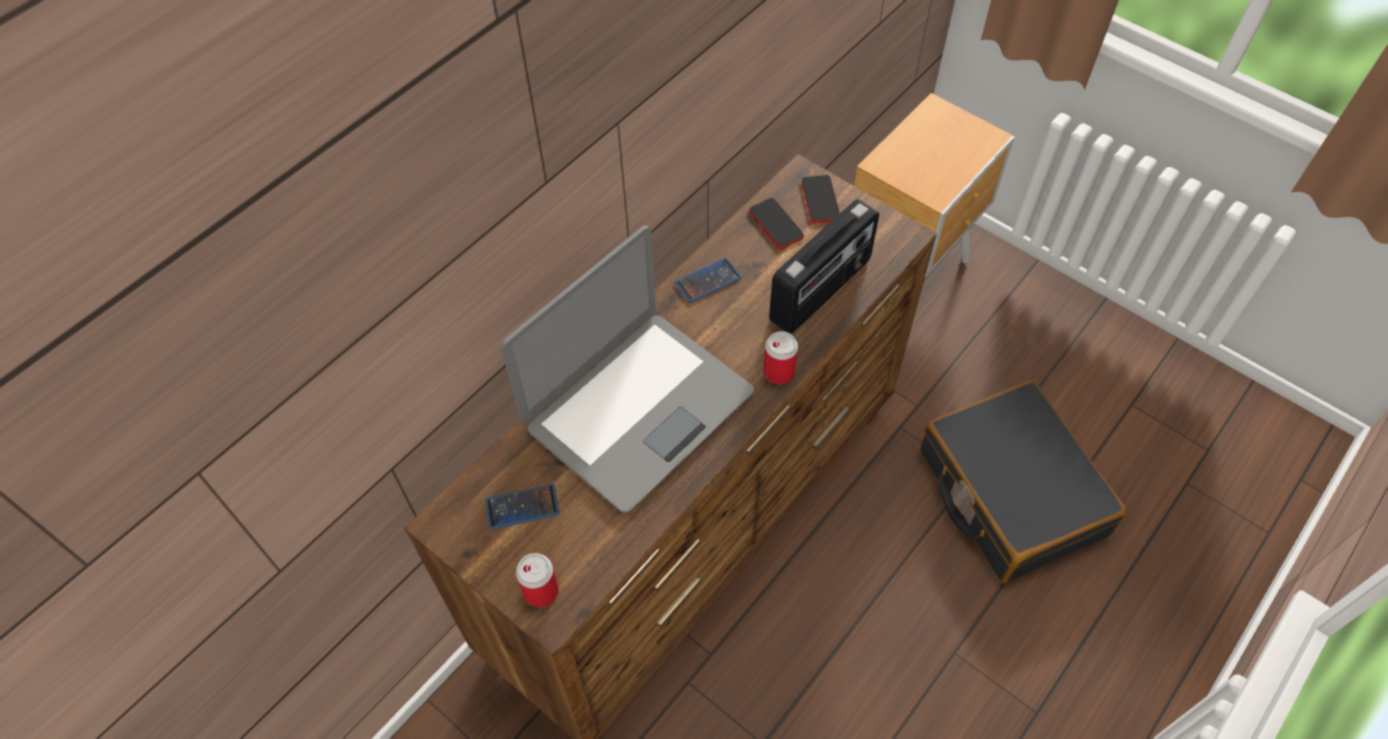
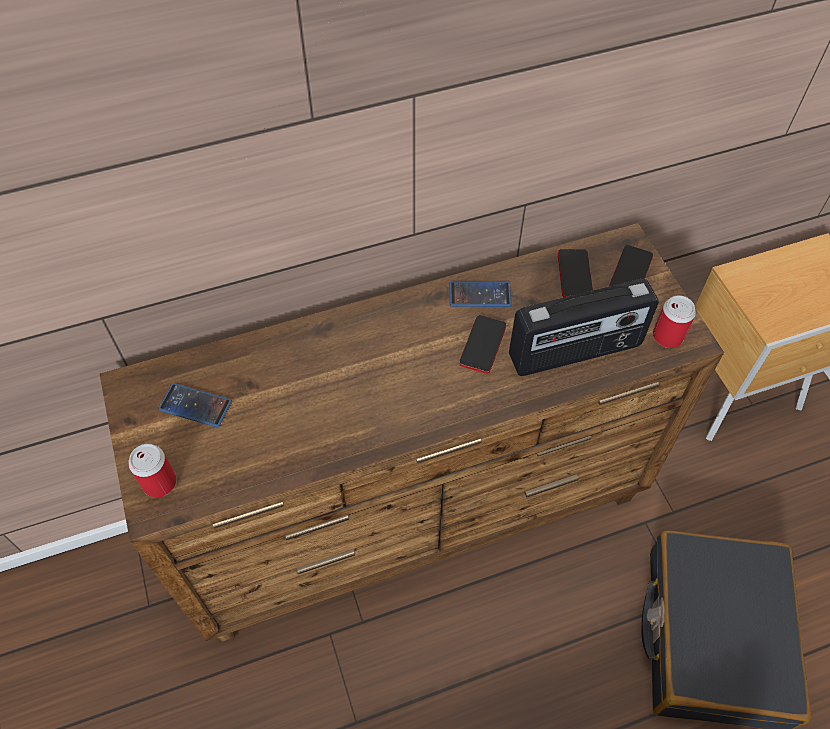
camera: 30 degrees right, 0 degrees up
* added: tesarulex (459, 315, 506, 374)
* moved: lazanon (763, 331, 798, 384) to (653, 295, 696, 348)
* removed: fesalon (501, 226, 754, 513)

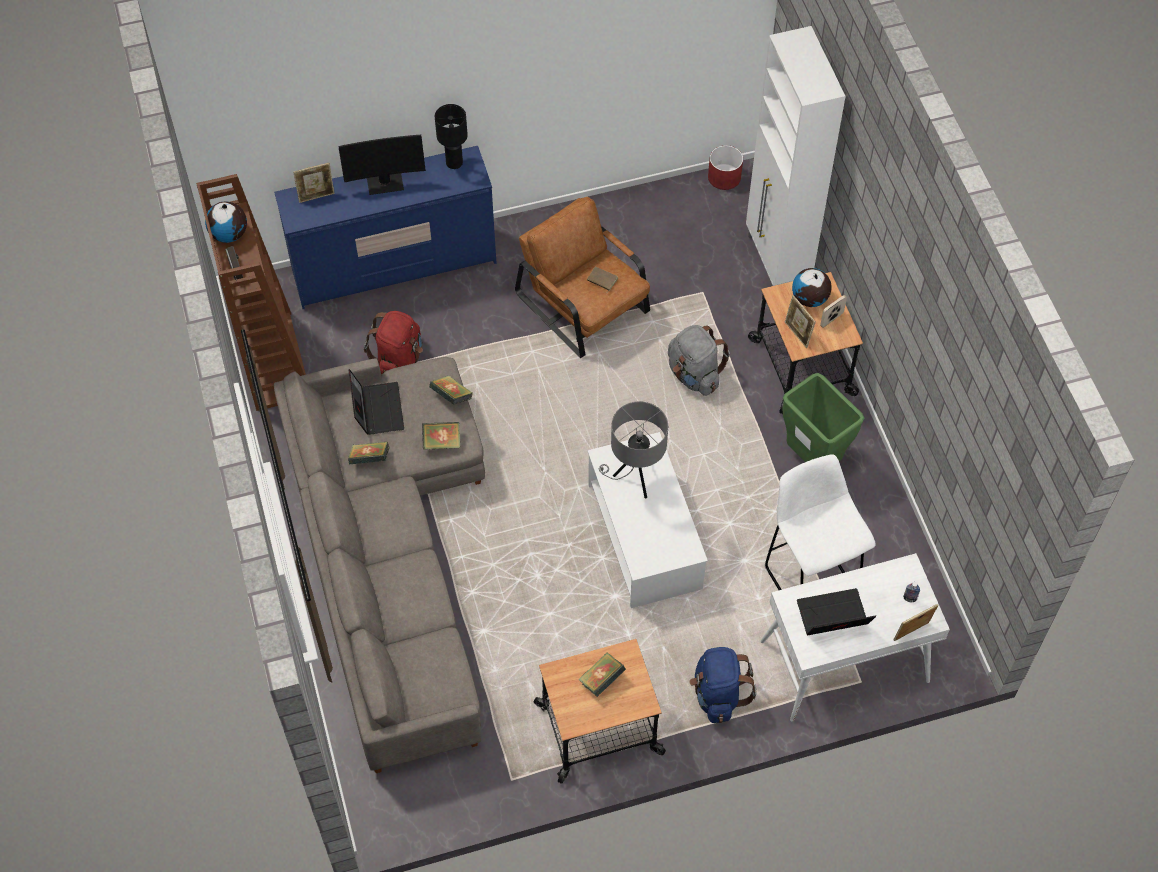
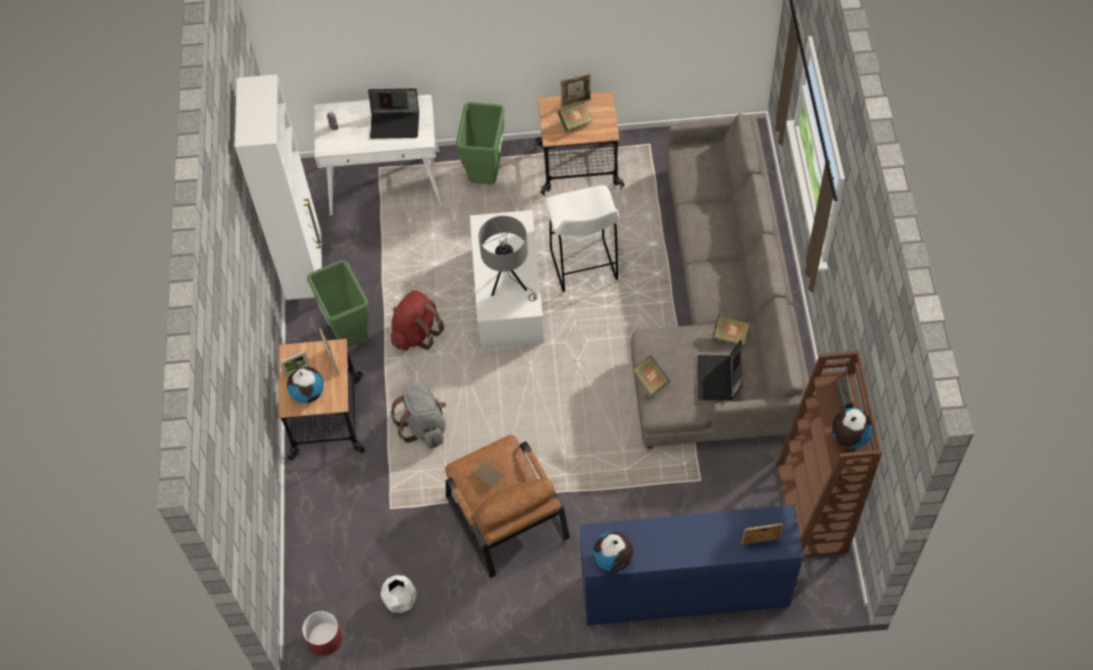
camera: 165 degrees left, 0 degrees up
* moved: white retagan (746, 26, 846, 286) to (235, 74, 322, 307)
* added: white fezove (380, 575, 417, 613)
* moved: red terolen (364, 311, 423, 375) to (391, 290, 444, 351)
* replaced: blue terolen (689, 647, 757, 723) to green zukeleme (456, 102, 505, 185)
* moved: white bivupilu (765, 454, 876, 590) to (544, 185, 619, 293)
* moved: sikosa (893, 604, 938, 641) to (560, 73, 591, 107)
* replaced: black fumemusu (435, 104, 468, 169) to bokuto (593, 531, 633, 572)
* removed: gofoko (338, 135, 426, 195)
* removed: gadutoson (422, 422, 460, 450)

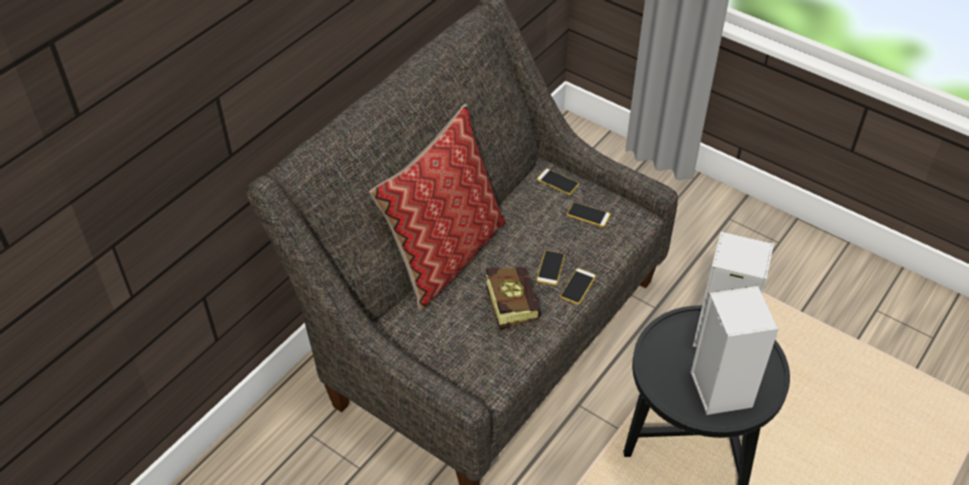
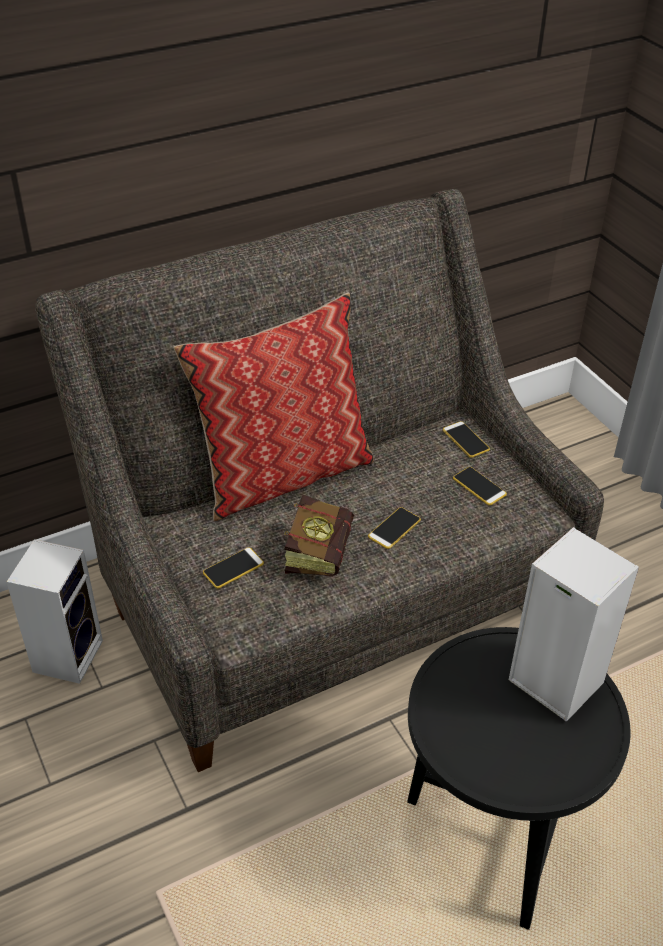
camera: 25 degrees right, 5 degrees down
* moved: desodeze (690, 286, 778, 415) to (7, 539, 103, 684)
* moved: tesarulex (560, 268, 596, 304) to (203, 547, 264, 589)

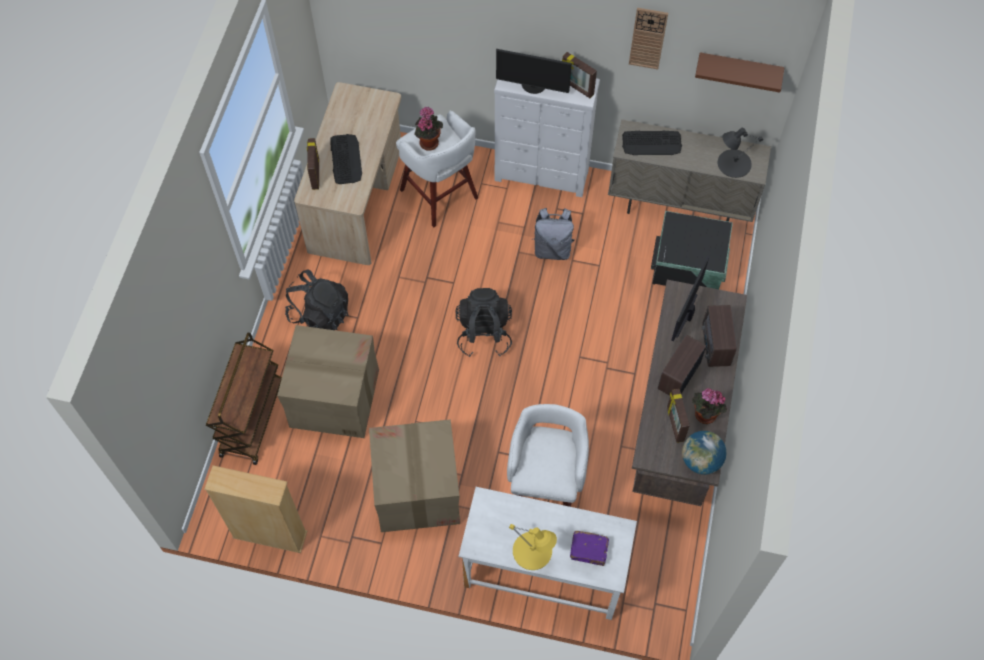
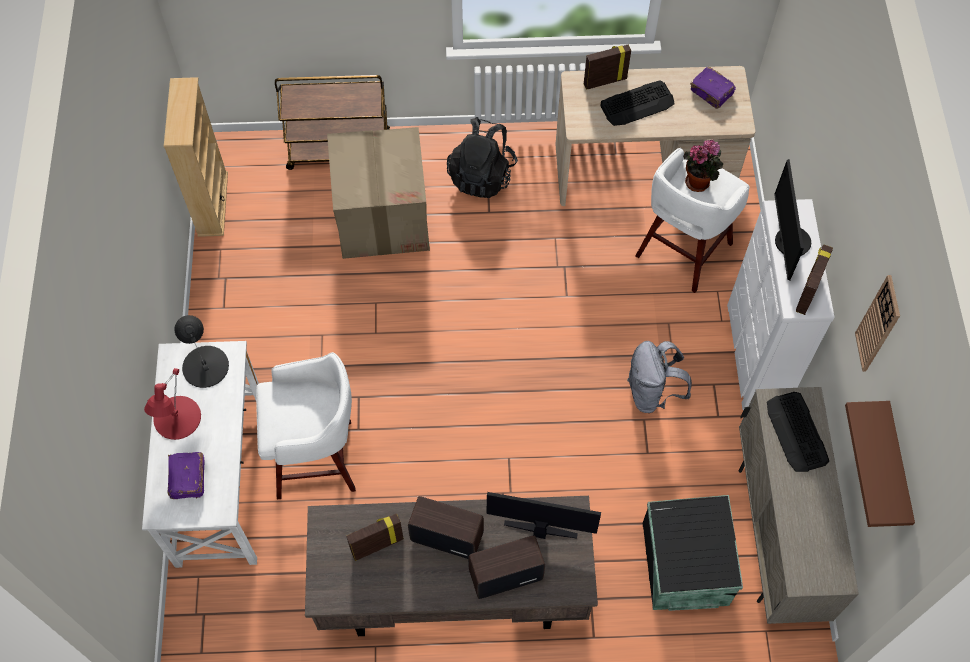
camera: 75 degrees right, 0 degrees up
* recoloured: yellow fumemusu (509, 524, 557, 570) to red fumemusu (144, 368, 201, 440)
* moved: black fumemusu (718, 128, 763, 178) to (174, 315, 229, 388)
* added: purple gadutoson (690, 67, 736, 109)
* removed: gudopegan (369, 419, 460, 532)
* removed: black terolen (455, 288, 512, 357)
* removed: bokuto (682, 431, 727, 475)
* removed: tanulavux (692, 388, 727, 424)

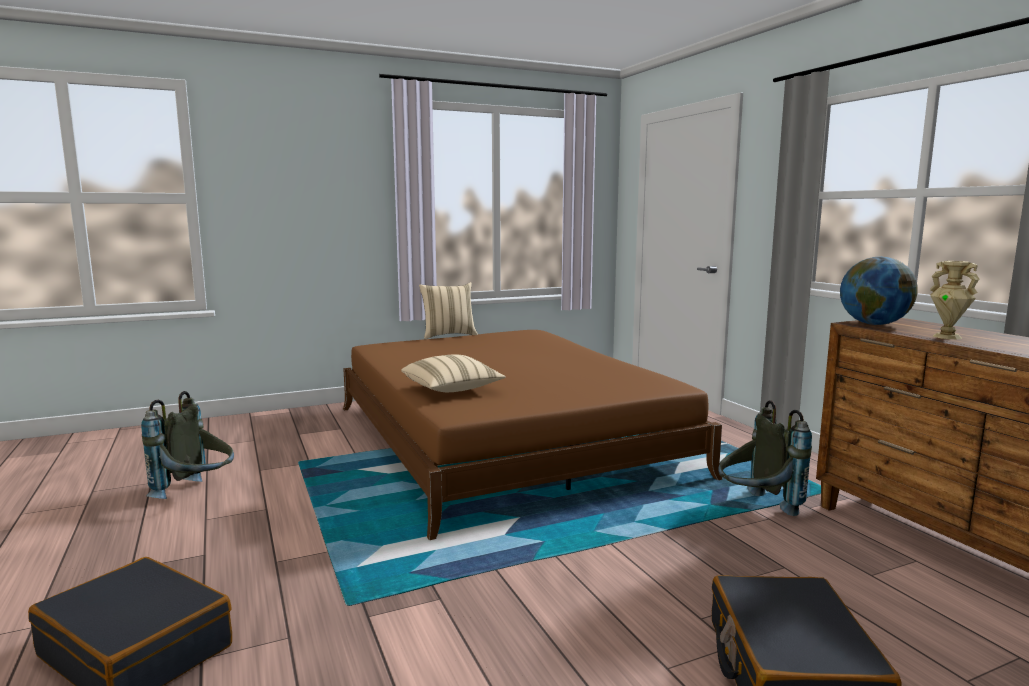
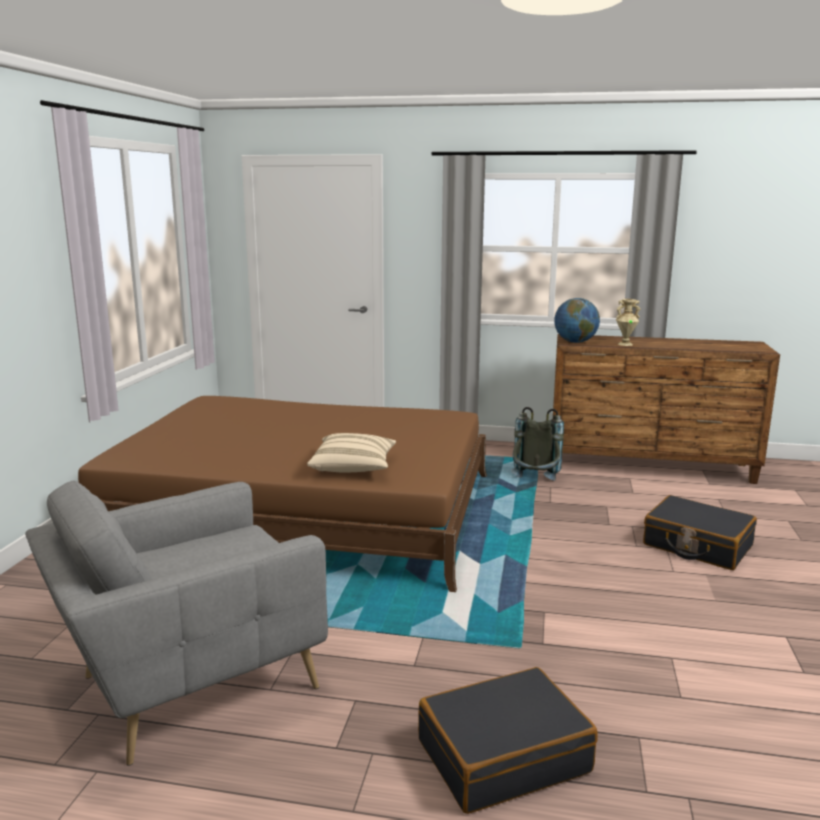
camera: 55 degrees left, 5 degrees up
* replaced: grey terolen (141, 391, 234, 499) to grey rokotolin (25, 480, 328, 765)
* removed: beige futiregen (419, 282, 478, 339)

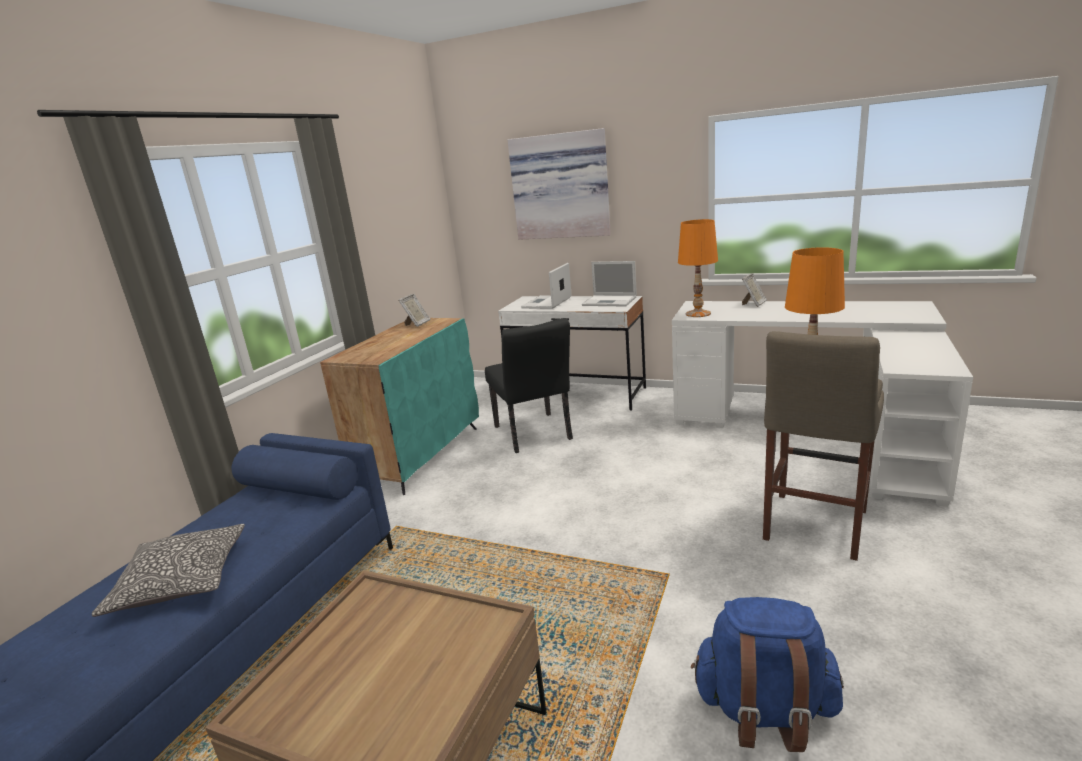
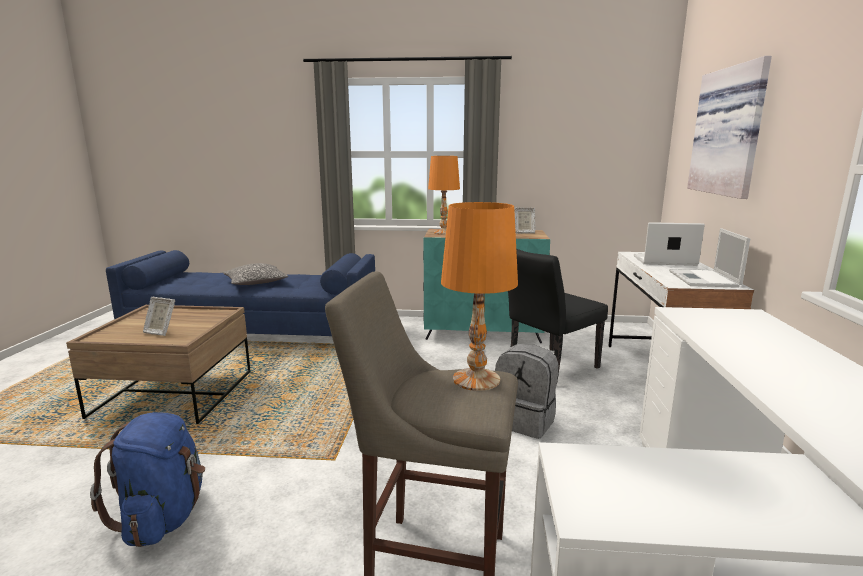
camera: 70 degrees right, 5 degrees down
* moved: sikosa (742, 273, 767, 307) to (143, 297, 175, 336)
* moved: orange fumemusu (678, 219, 718, 317) to (428, 156, 460, 235)
* added: grey terolen (495, 344, 558, 439)

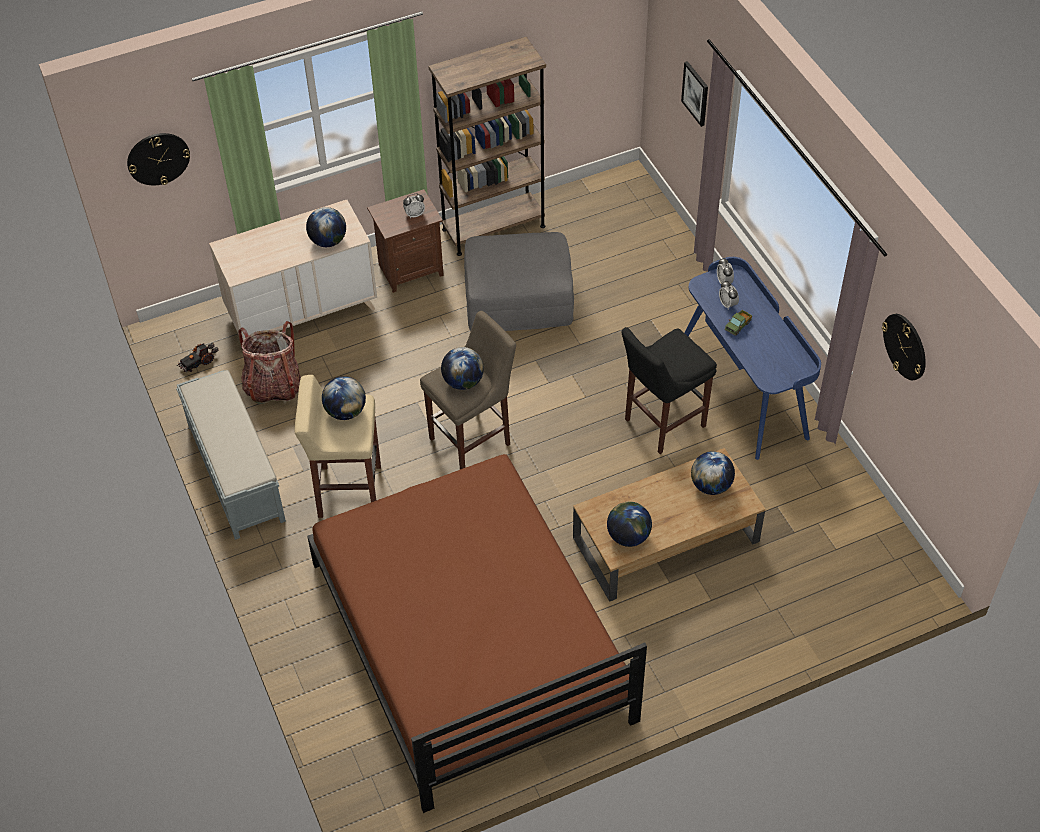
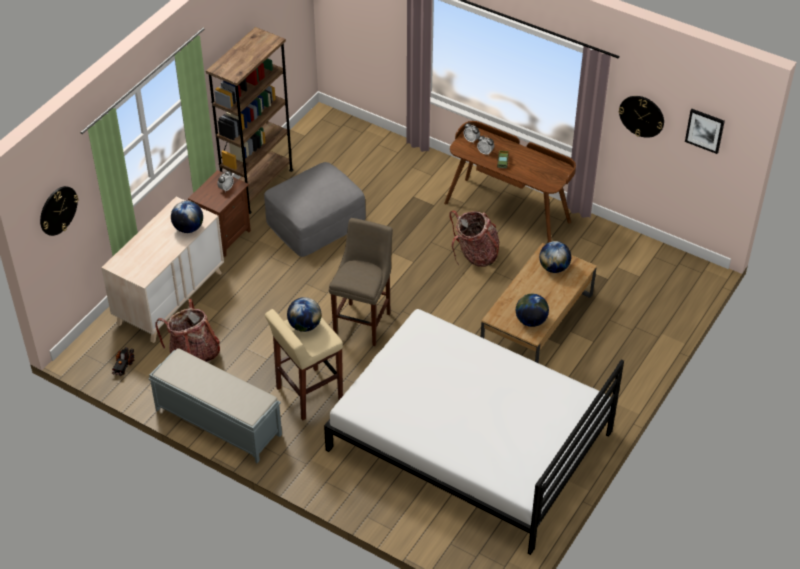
camera: 35 degrees left, 5 degrees down
* recoloured: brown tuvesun (307, 454, 647, 813) to white tuvesun (324, 309, 624, 555)
* recoloured: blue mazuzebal (684, 257, 821, 460) to brown mazuzebal (444, 121, 576, 243)
* replaced: black bivupilu (622, 327, 717, 454) to terolen (449, 211, 499, 267)
* moved: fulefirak (681, 61, 708, 127) to (685, 109, 725, 154)
* removed: bokuto (441, 347, 484, 390)

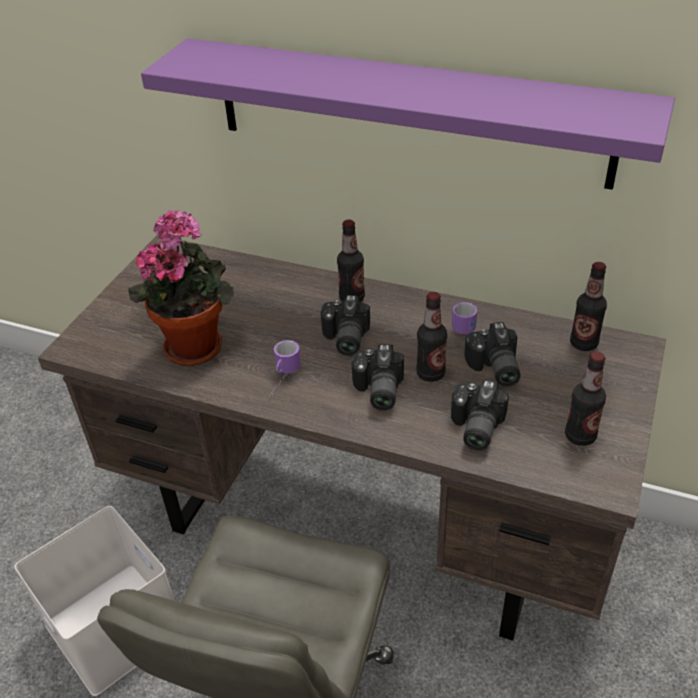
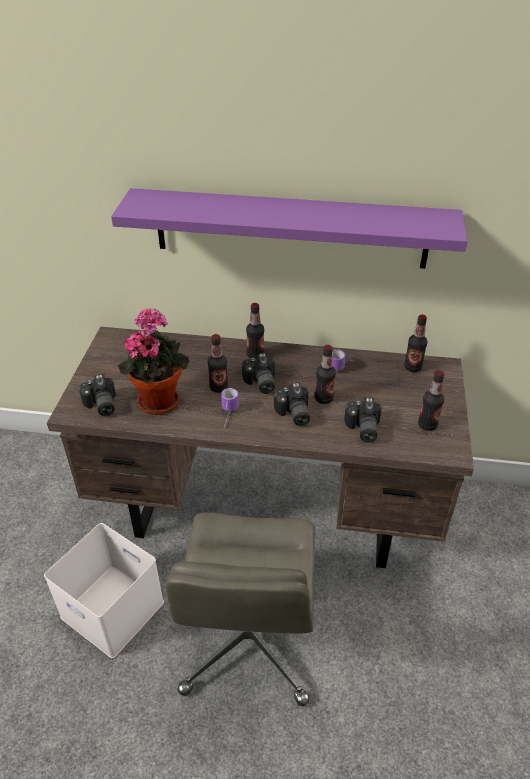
camera: 15 degrees left, 0 degrees up
* moved: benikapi (464, 322, 520, 387) to (79, 374, 116, 416)
* added: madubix (208, 334, 228, 393)

